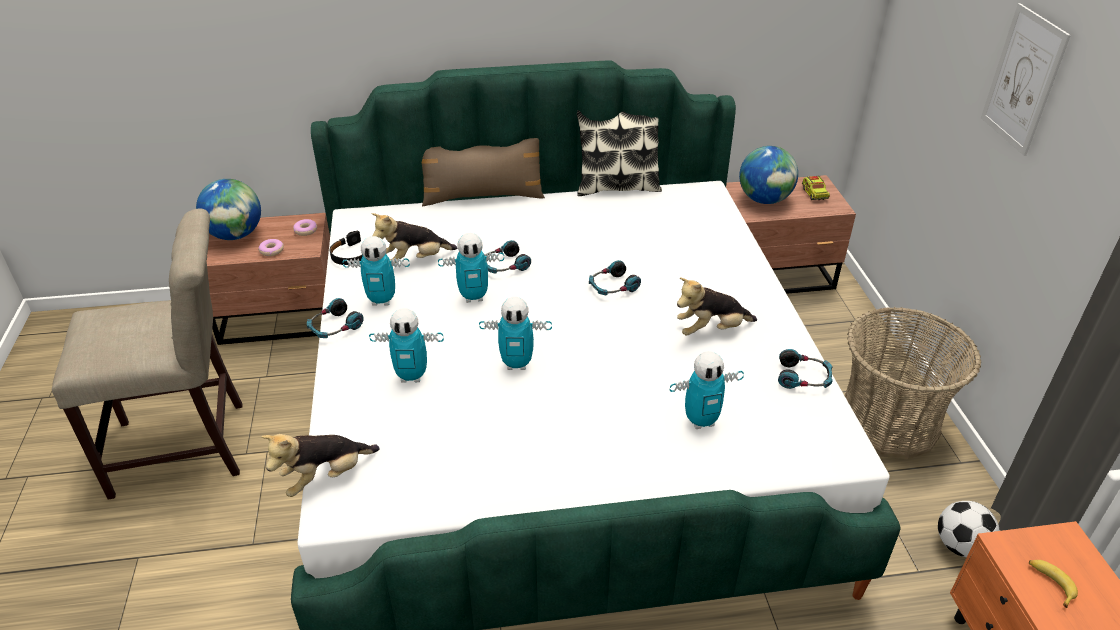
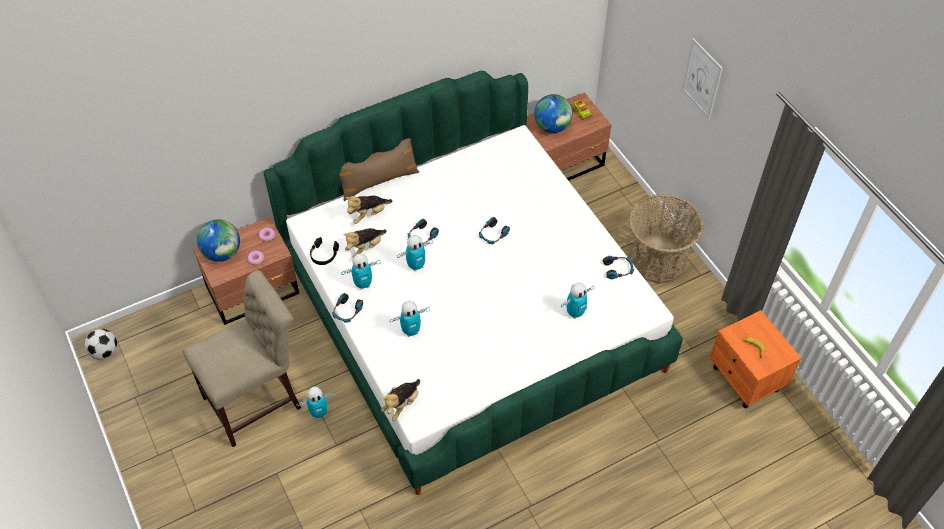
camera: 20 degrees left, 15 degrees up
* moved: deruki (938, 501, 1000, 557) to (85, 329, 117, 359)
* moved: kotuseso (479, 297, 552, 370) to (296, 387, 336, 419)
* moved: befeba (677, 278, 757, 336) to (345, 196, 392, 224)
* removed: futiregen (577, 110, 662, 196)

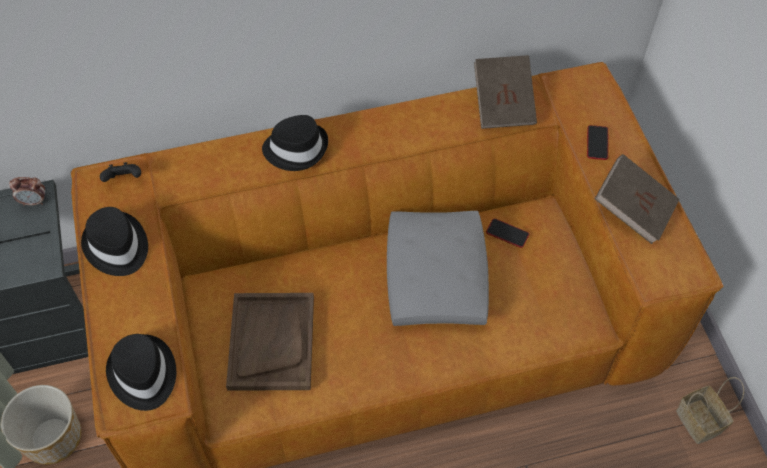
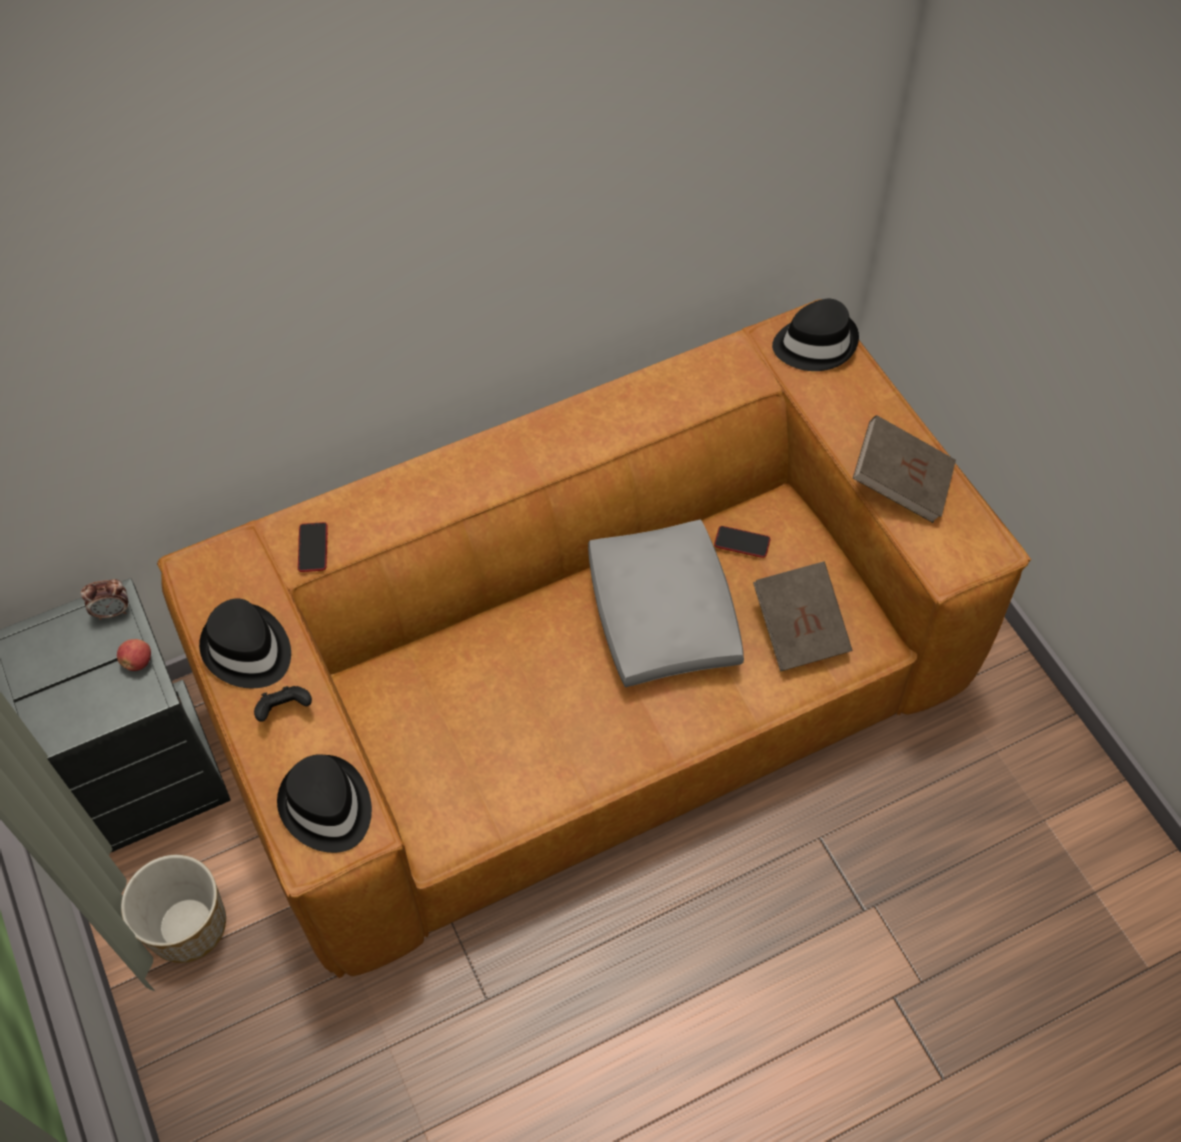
camera: 10 degrees left, 0 degrees up
* added: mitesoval (117, 639, 151, 671)
* moved: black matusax (100, 162, 141, 182) to (254, 686, 312, 722)
* moved: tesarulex (587, 125, 608, 160) to (298, 522, 328, 572)
* moved: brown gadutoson (474, 55, 537, 129) to (753, 561, 853, 672)
* moved: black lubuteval (262, 115, 328, 171) to (772, 299, 859, 371)
* removed: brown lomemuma (226, 293, 314, 391)
* removed: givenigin (676, 377, 744, 444)

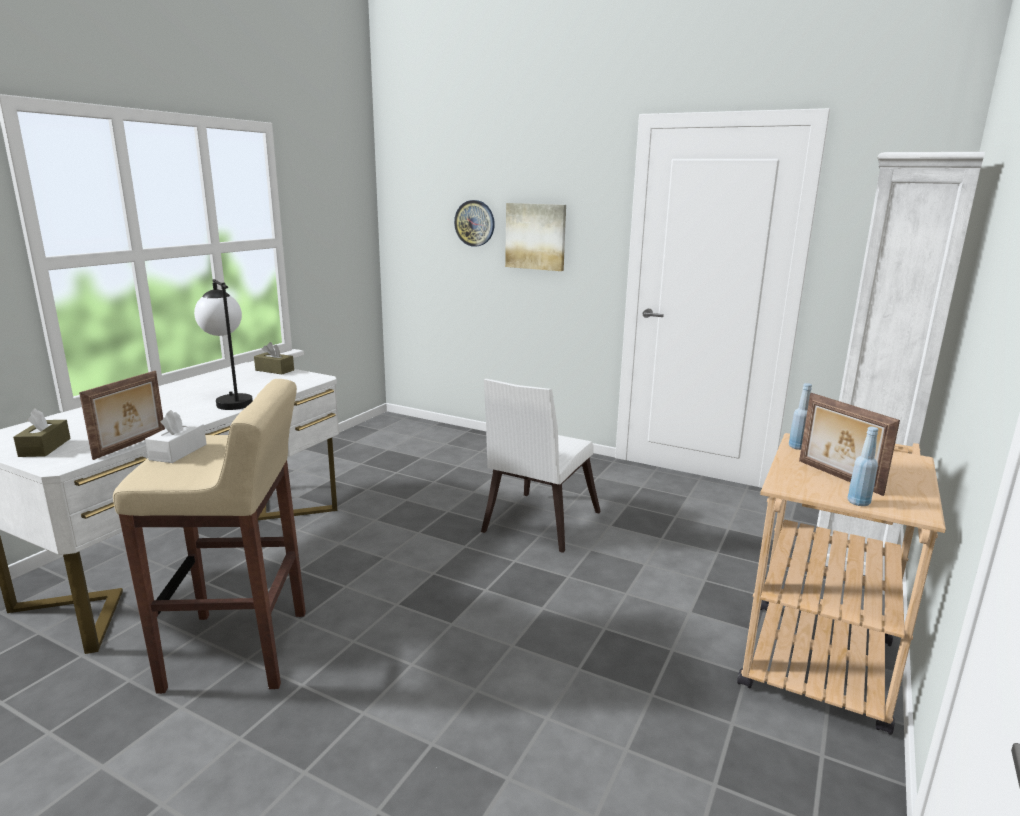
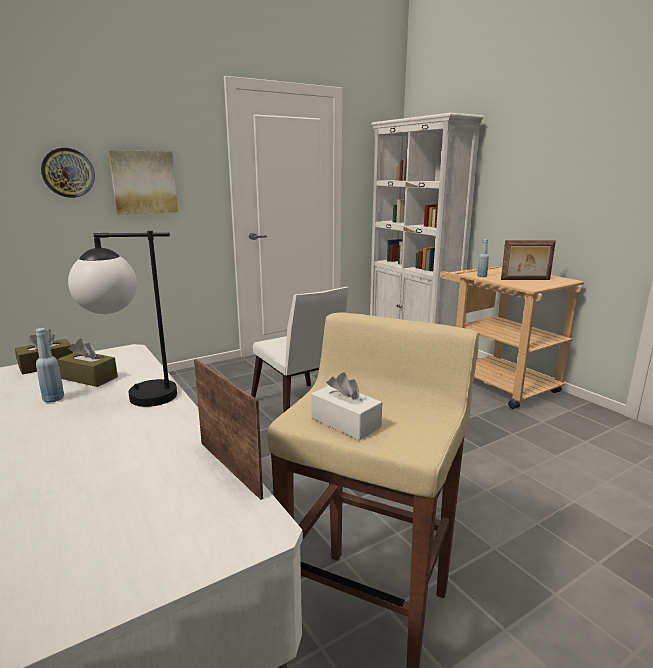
camera: 60 degrees left, 0 degrees up
* moved: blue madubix (847, 427, 879, 506) to (35, 328, 64, 403)
* moved: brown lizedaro (13, 408, 71, 457) to (58, 339, 118, 387)

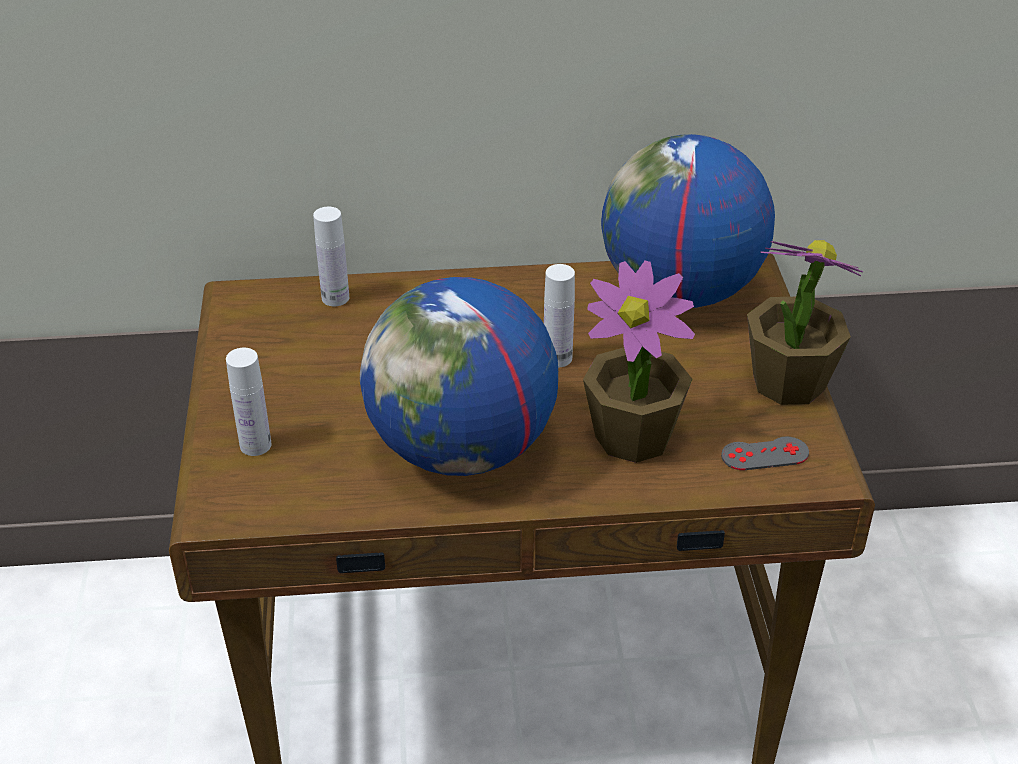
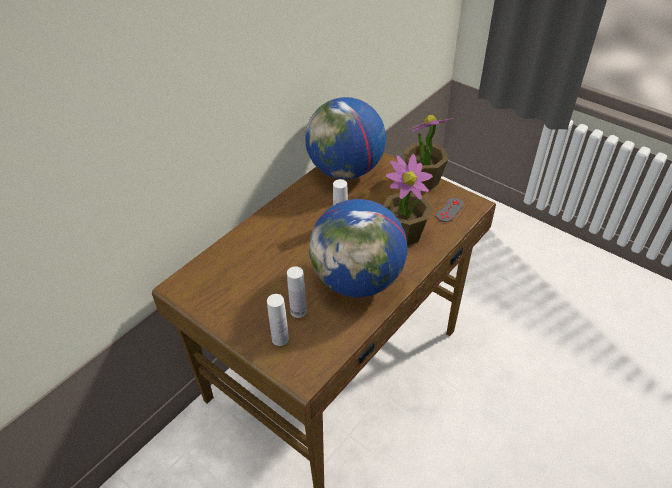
camera: 45 degrees left, 5 degrees up
* moved: white madubix (313, 207, 349, 306) to (287, 266, 307, 318)

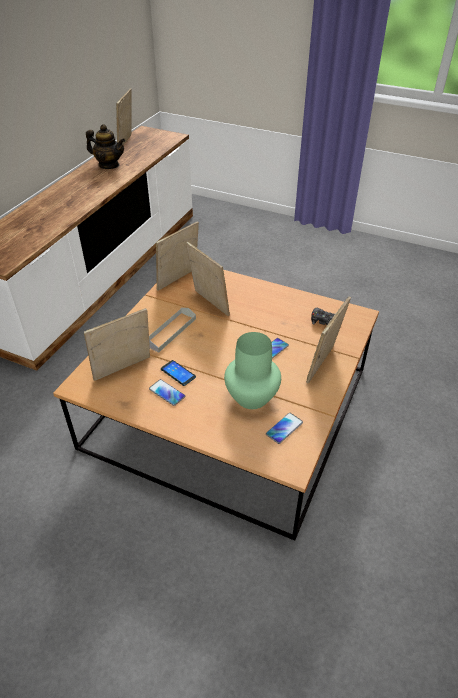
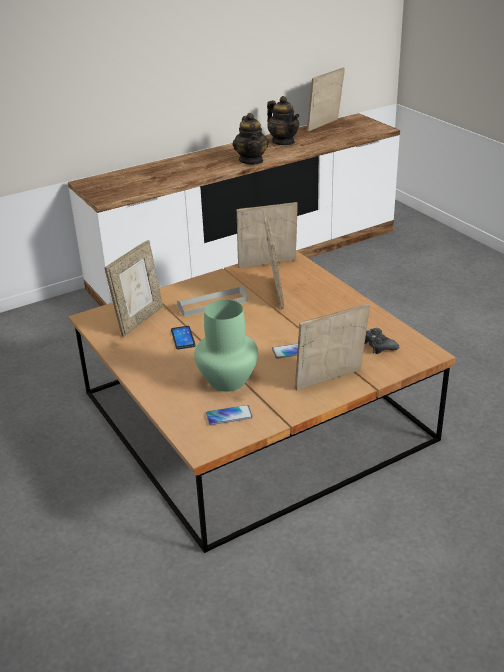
camera: 35 degrees right, 10 degrees down
* turned: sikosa (84, 308, 150, 381) = (104, 240, 163, 337) 120 degrees clockwise
* added: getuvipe (232, 113, 269, 165)
* removed: tesarulex (149, 379, 186, 406)

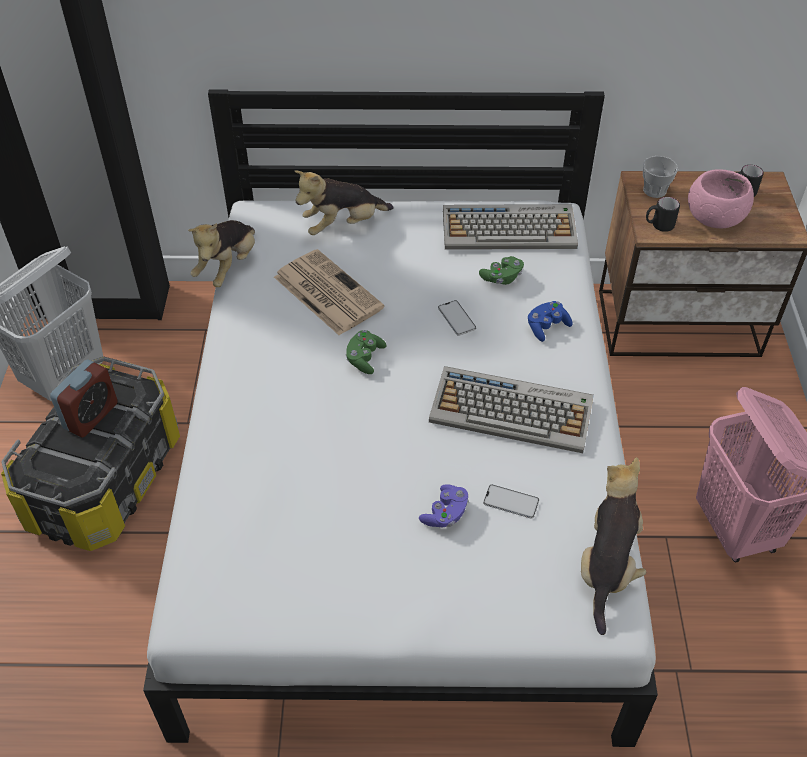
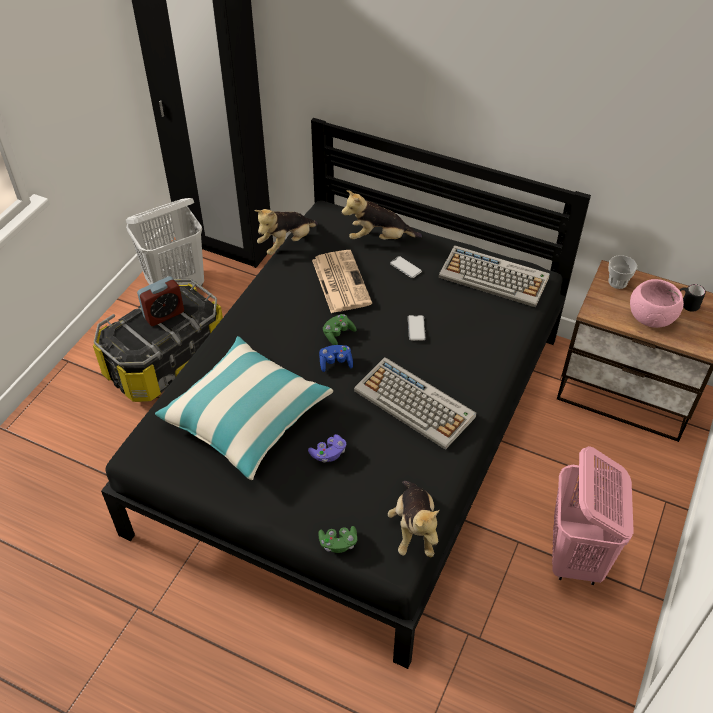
camera: 25 degrees right, 0 degrees up
* recoloured: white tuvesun (143, 89, 658, 747) to black tuvesun (101, 118, 591, 669)
* added: futiregen (155, 336, 333, 480)
* moved: green matusax (479, 256, 524, 285) to (318, 526, 357, 553)
* moved: blue matusax (528, 301, 573, 342) to (319, 345, 353, 372)
* turned: befeba (581, 457, 647, 635) = (388, 481, 440, 557) 135 degrees clockwise
* moved: tesarulex (483, 484, 539, 518) to (390, 256, 422, 278)
* removed: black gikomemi (646, 197, 680, 232)

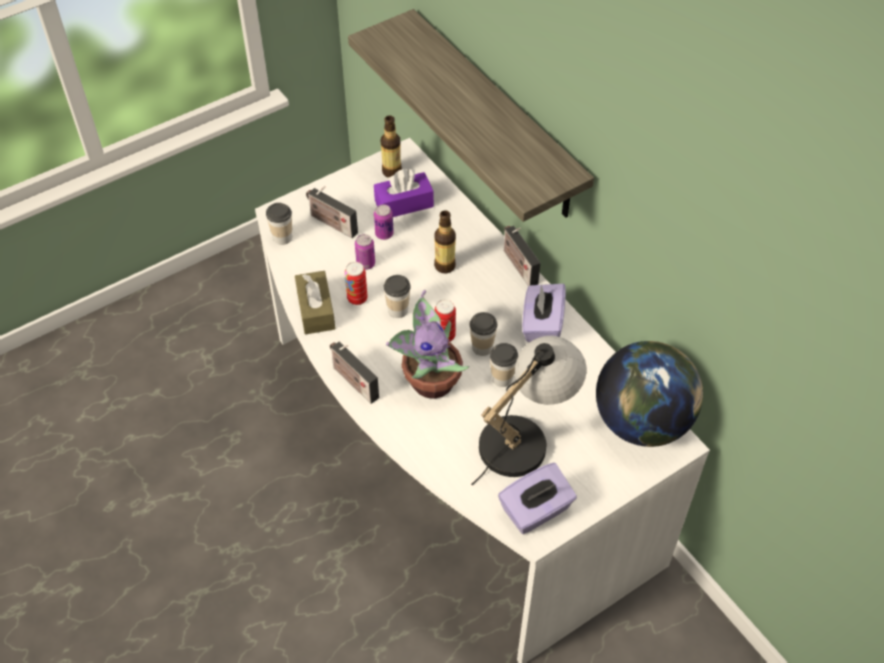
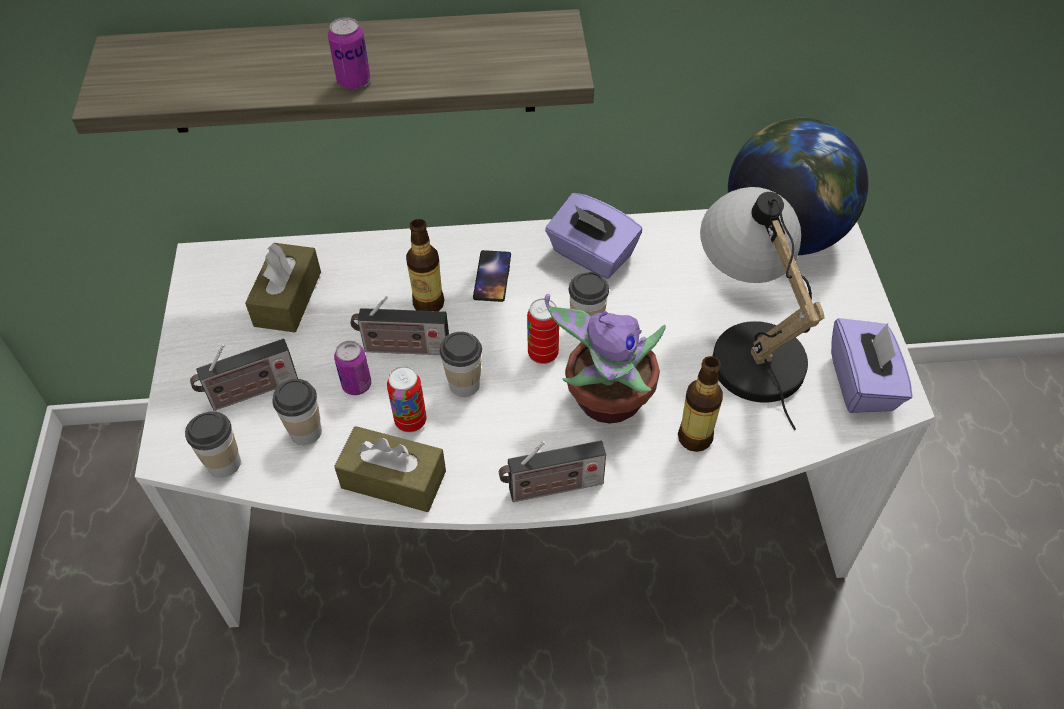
camera: 60 degrees left, 0 degrees up
* recoloured: purple lizedaro (374, 169, 434, 217) to brown lizedaro (245, 243, 321, 332)
* moved: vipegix (490, 343, 518, 387) to (272, 379, 322, 445)
* moved: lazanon (374, 205, 394, 240) to (328, 17, 370, 89)
* moved: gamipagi (504, 226, 541, 286) to (350, 296, 449, 355)
* added: tesarulex (473, 250, 511, 302)
* moved: madubix (381, 116, 402, 177) to (678, 356, 723, 452)

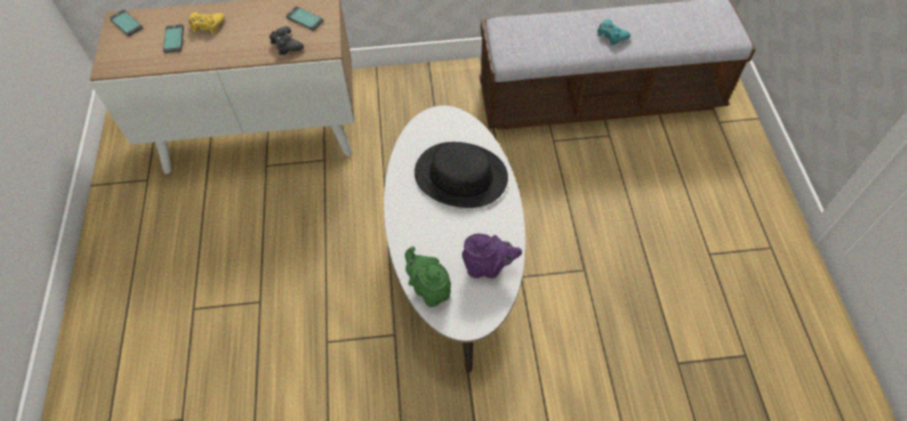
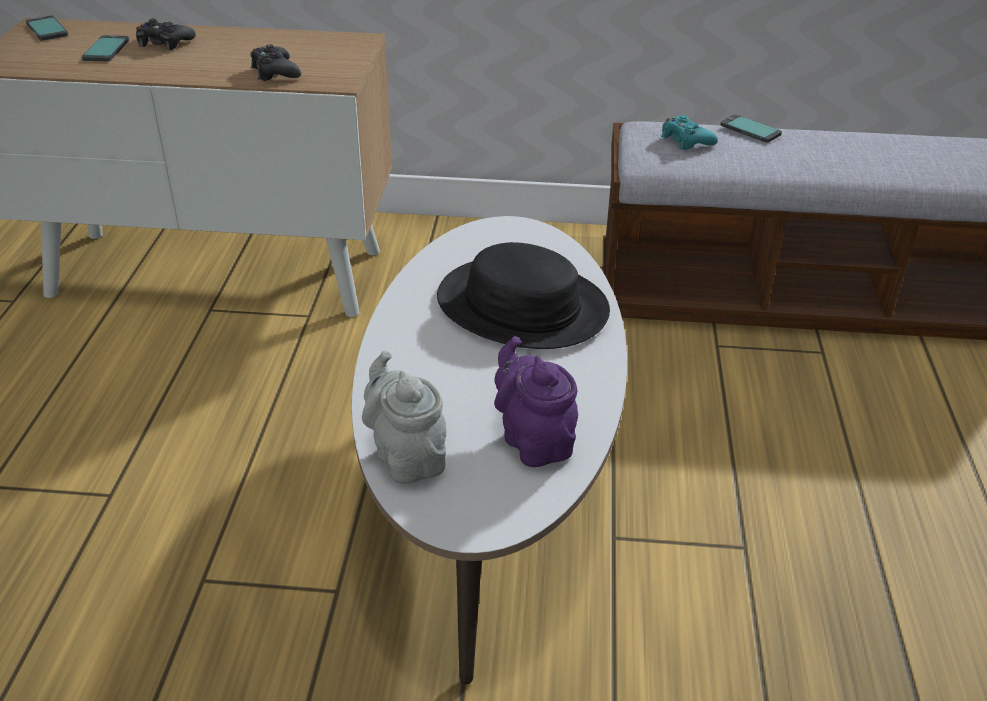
camera: 10 degrees right, 20 degrees down
* recoloured: yellow matusax (189, 12, 225, 34) to black matusax (136, 19, 196, 50)
* recoloured: green getuvipe (405, 246, 451, 307) to grey getuvipe (362, 350, 447, 484)
* turned: purple getuvipe (462, 234, 522, 278) = (494, 336, 578, 467) 135 degrees counterclockwise
* moved: turquoise matusax (597, 19, 631, 45) to (661, 115, 718, 150)
* moved: tesarulex (286, 6, 324, 30) to (720, 114, 782, 143)

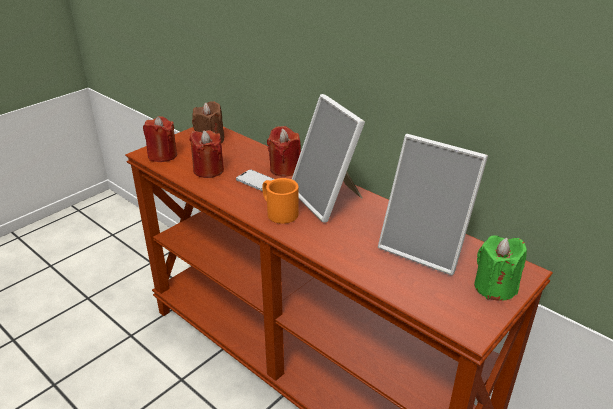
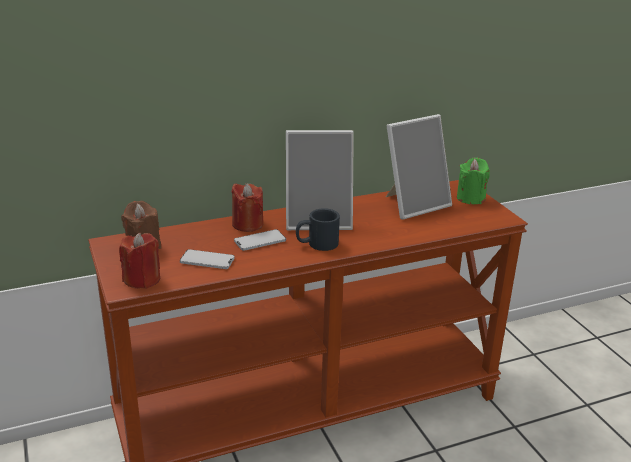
camera: 65 degrees left, 5 degrees down
* replaced: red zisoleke (189, 130, 224, 178) to tesarulex (180, 249, 235, 269)
* recoloured: orange gikomemi (262, 178, 299, 224) to black gikomemi (296, 208, 340, 251)

